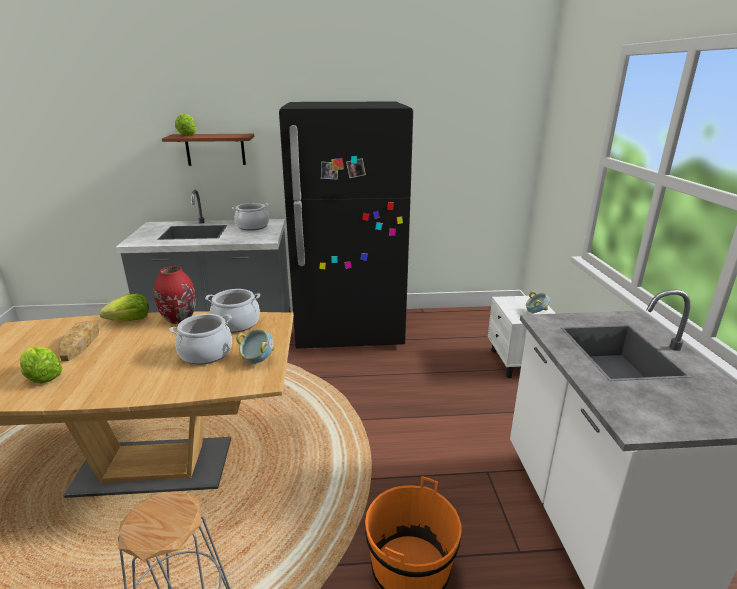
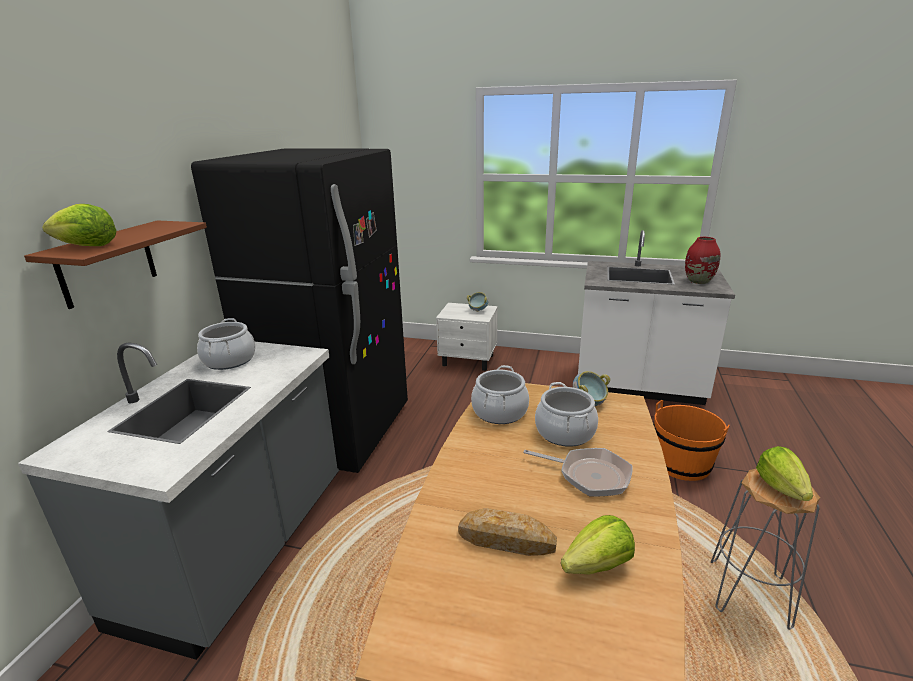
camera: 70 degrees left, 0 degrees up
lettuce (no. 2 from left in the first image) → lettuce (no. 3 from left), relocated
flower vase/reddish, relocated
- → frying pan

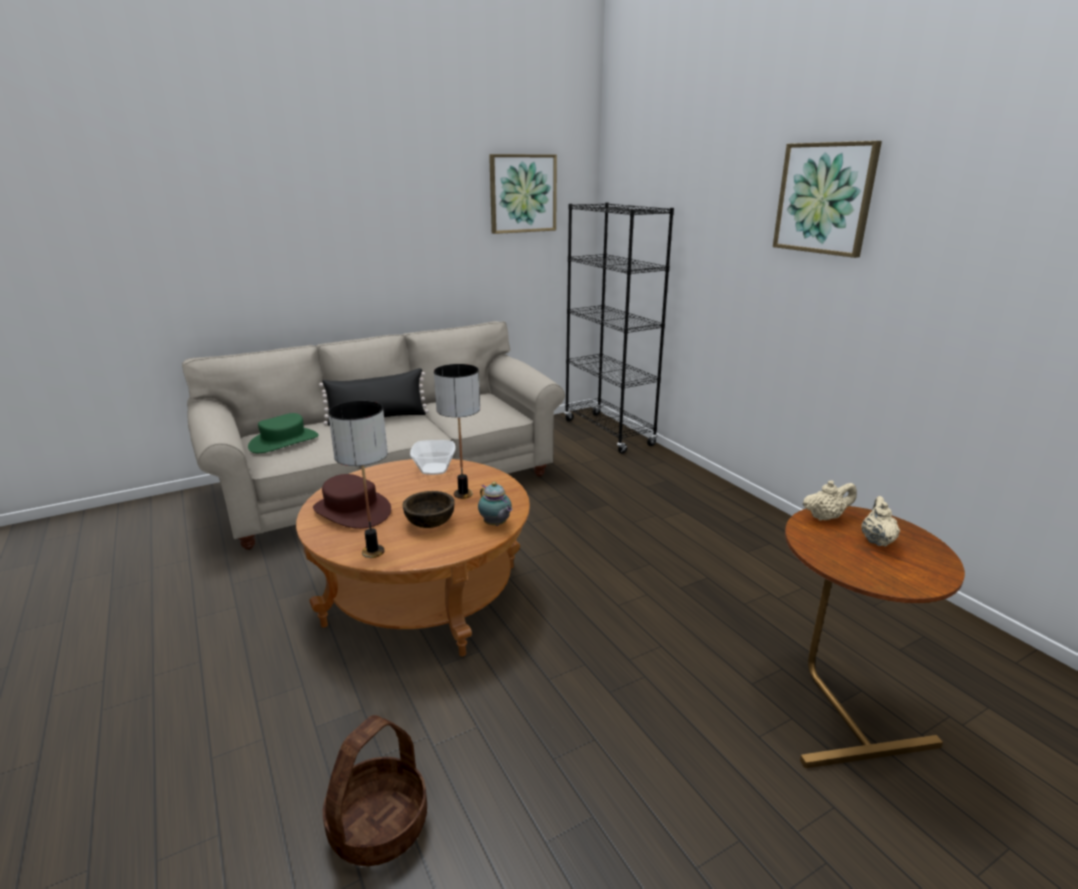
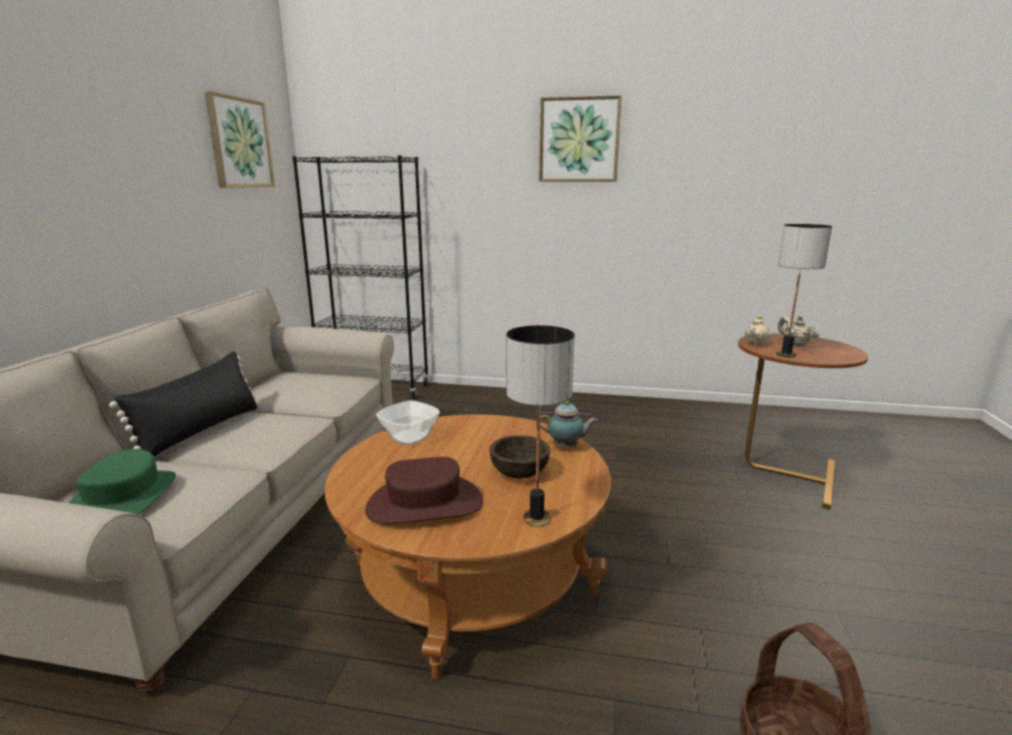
camera: 50 degrees left, 5 degrees down
table lamp (no. 2 from left), relocated

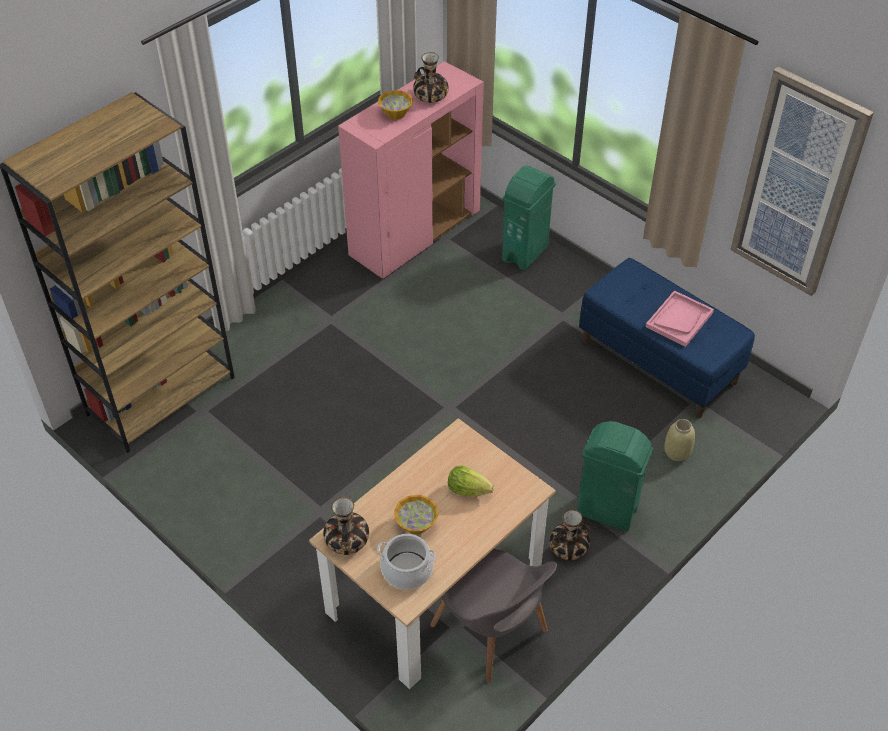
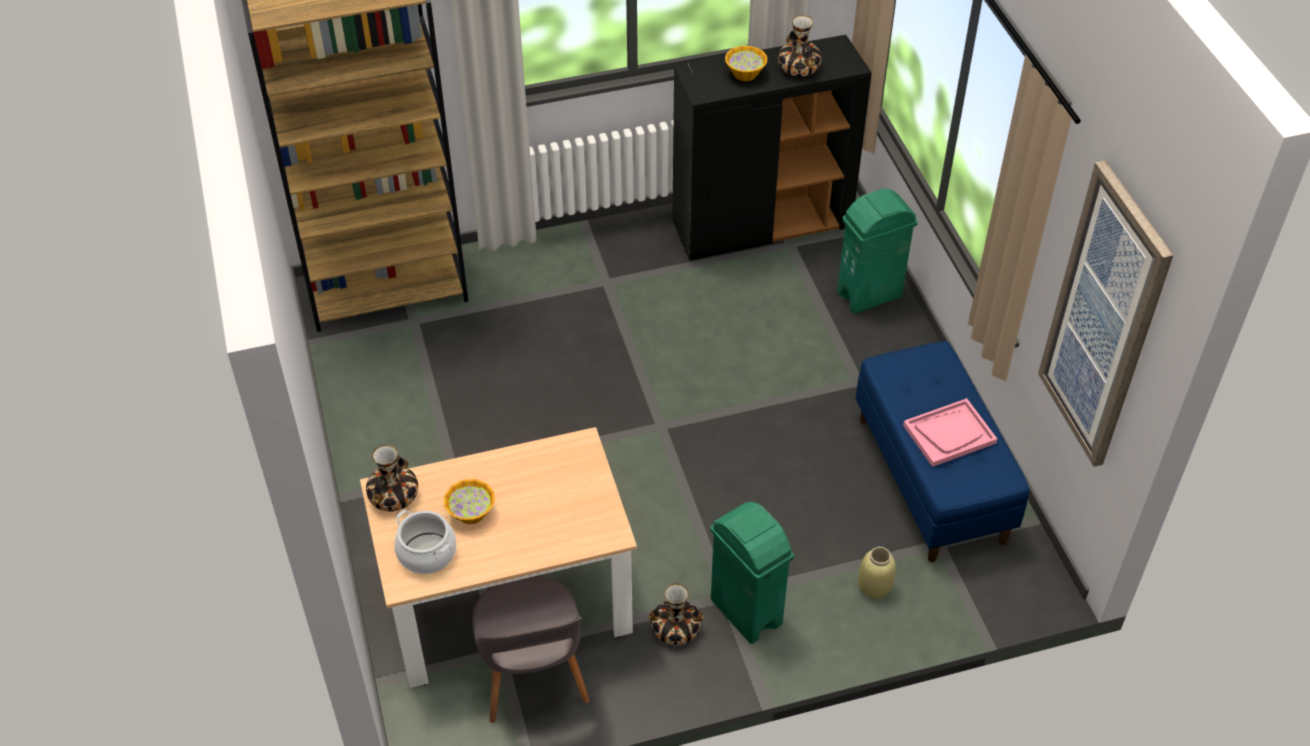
camera: 30 degrees right, 0 degrees up
cupboard/pink → cupboard/black
lettuce → -

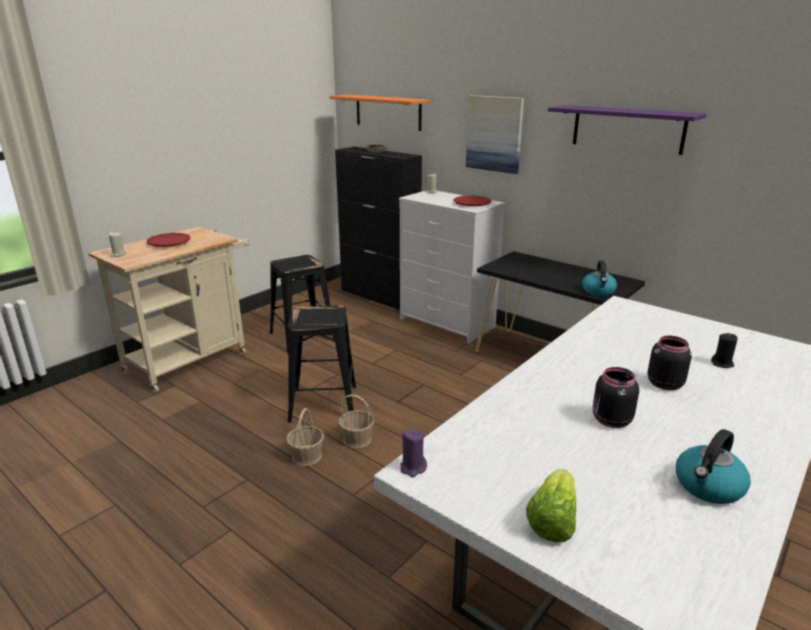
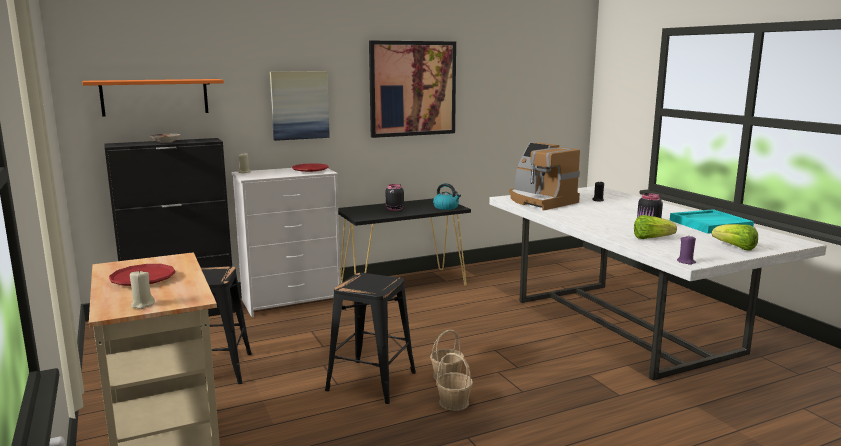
camera: 65 degrees left, 10 degrees down
shelf/purplish → wall art (no. 2 from left)
storage jar/black (no. 2 from left in the first image) → storage jar/black (no. 1 from left), relocated
kettle (no. 2 from left) → tray/turquoise
- → coffee maker
- → lettuce (no. 1 from left)

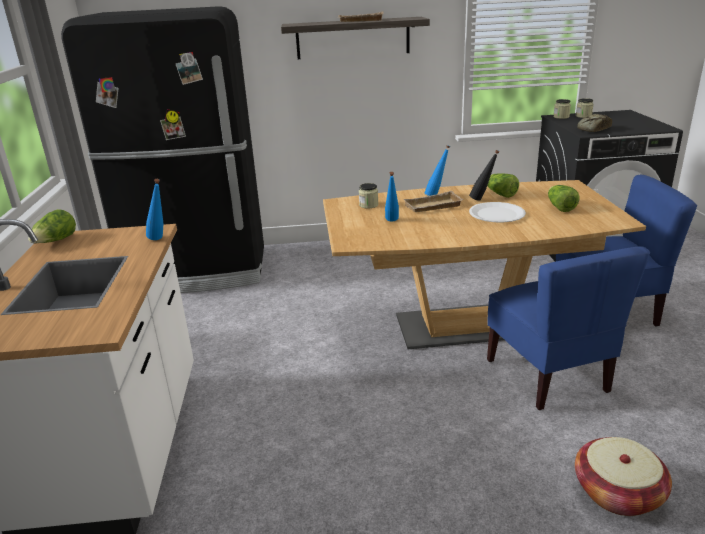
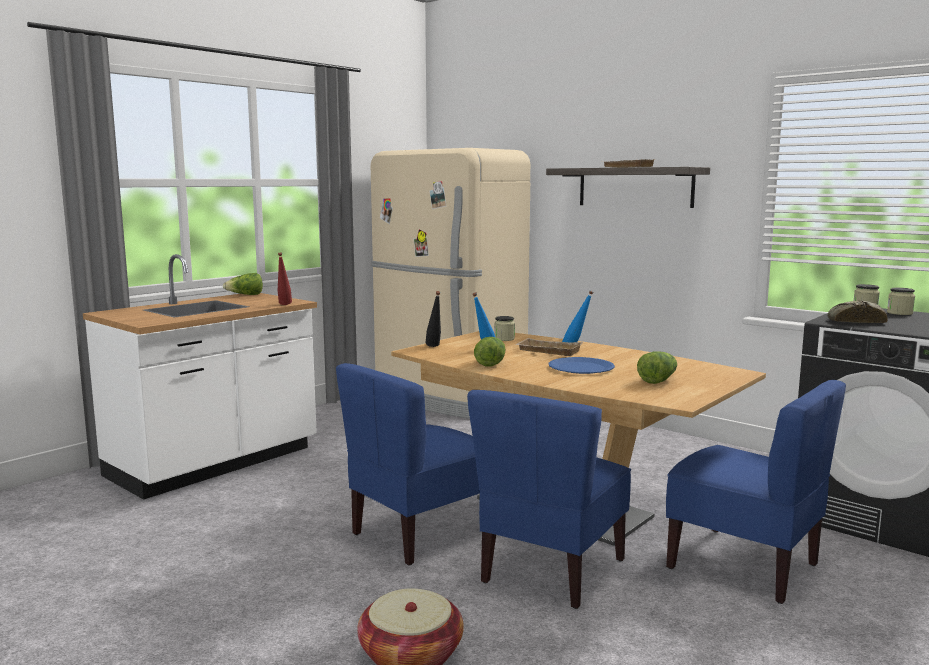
camera: 45 degrees right, 15 degrees down
refrigerator/black → refrigerator/beige
bottle/blue-coloured (no. 1 from left) → bottle/reddish
bottle/black, relocated
plate/white → plate/blue-coloured
lettuce (no. 2 from left), relocated
- → plain chair/blue-coloured (no. 1 from left)

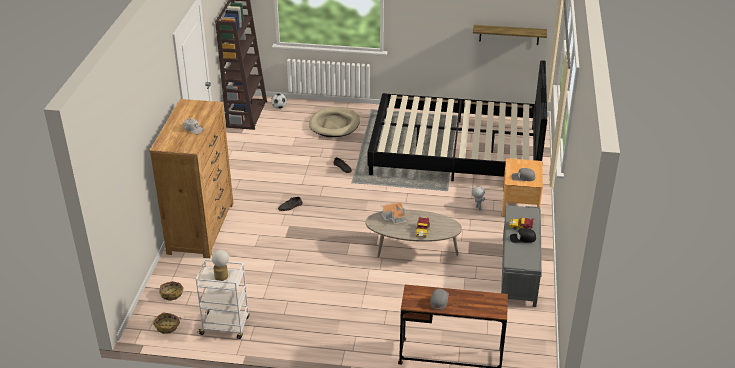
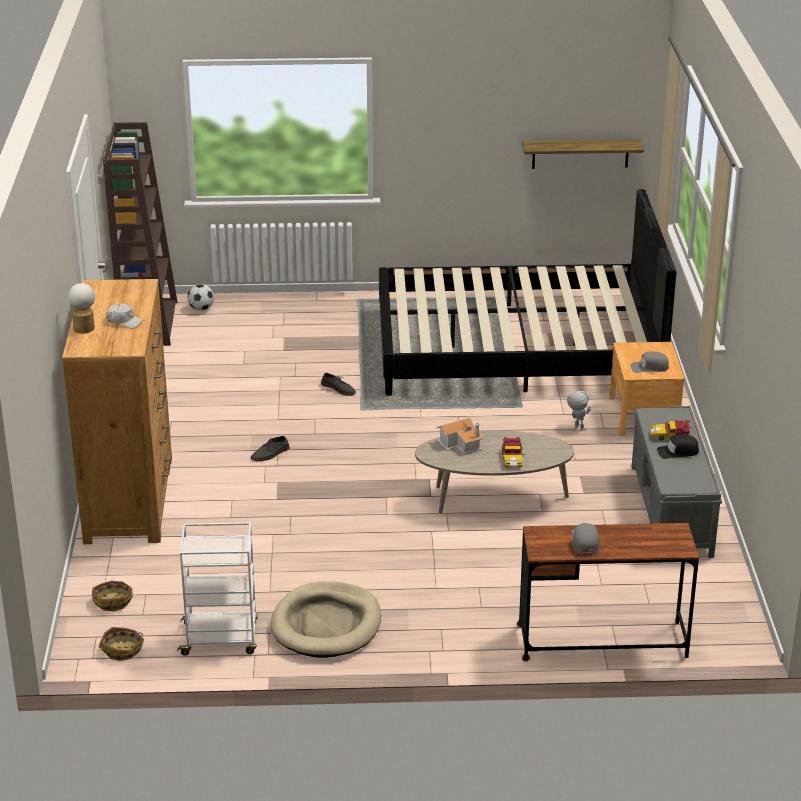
camera: 10 degrees left, 5 degrees down
table lamp, relocated
dog bed/beige, relocated

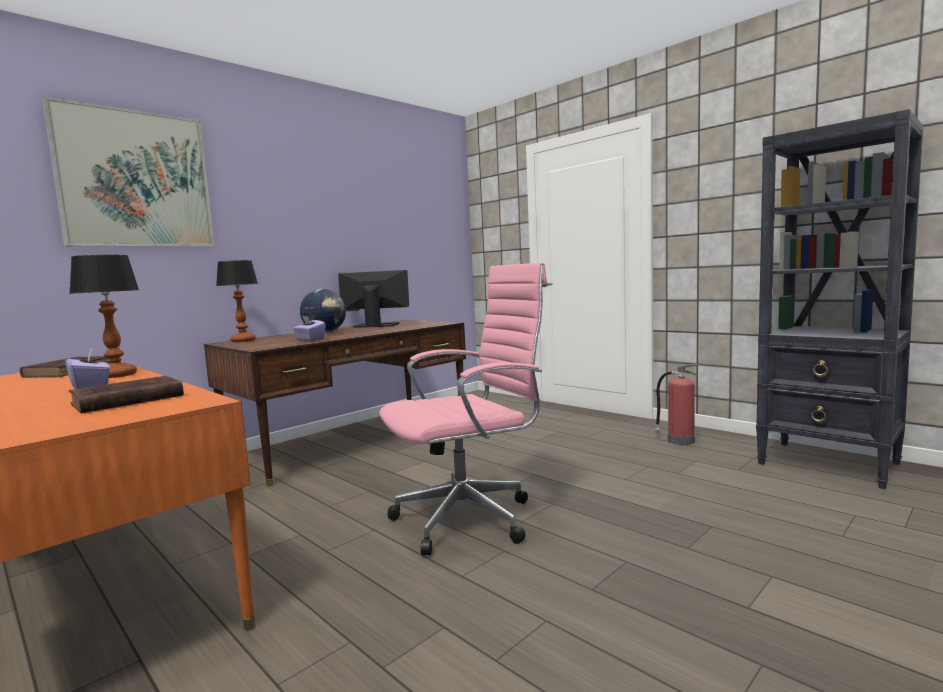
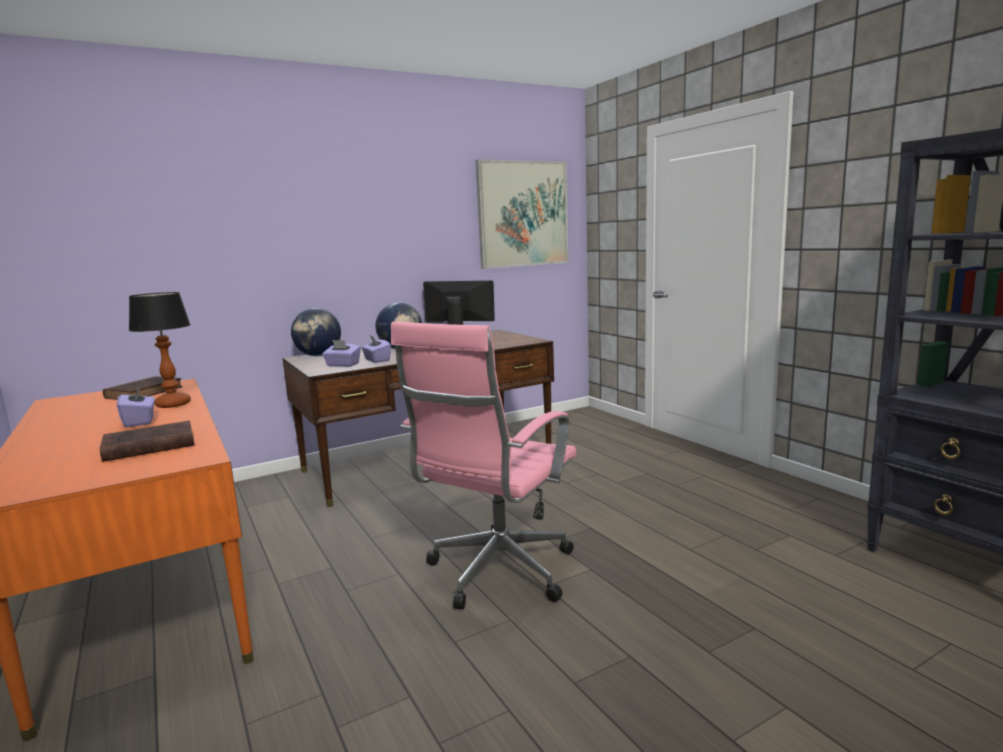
camera: 15 degrees right, 5 degrees up
wall art, relocated
table lamp (no. 2 from left) → desk globe (no. 1 from left)
desk chair/pink, 135 degrees clockwise
fire-fighting cylinder → -
- → box of tissues/purplish (no. 2 from left)

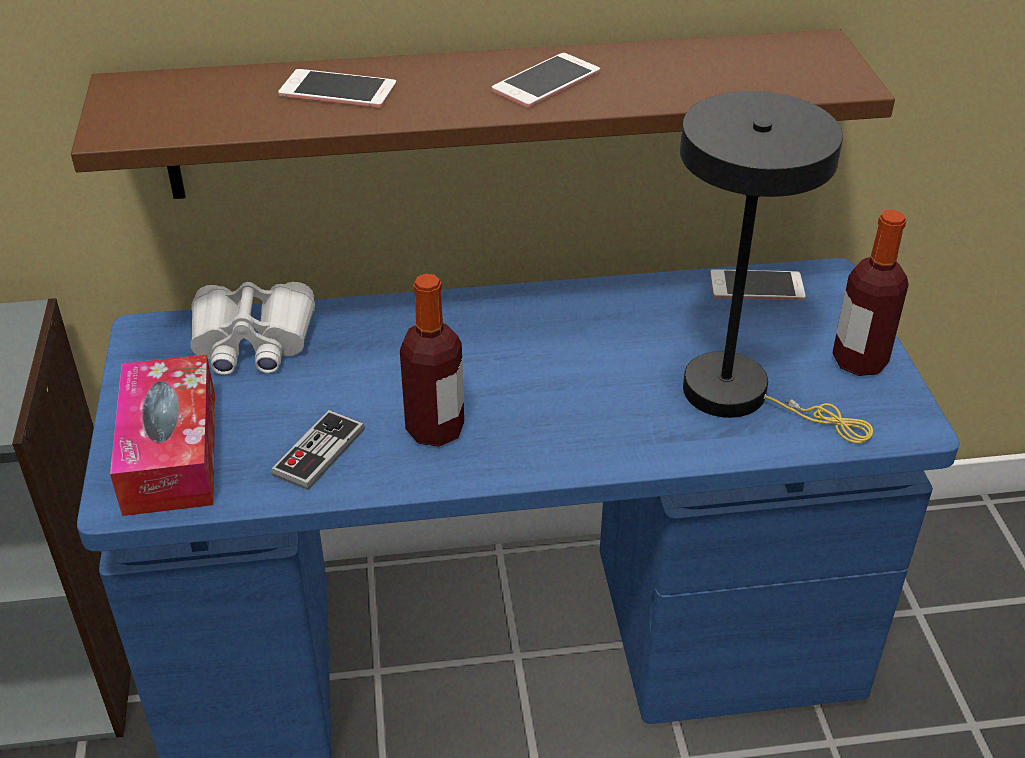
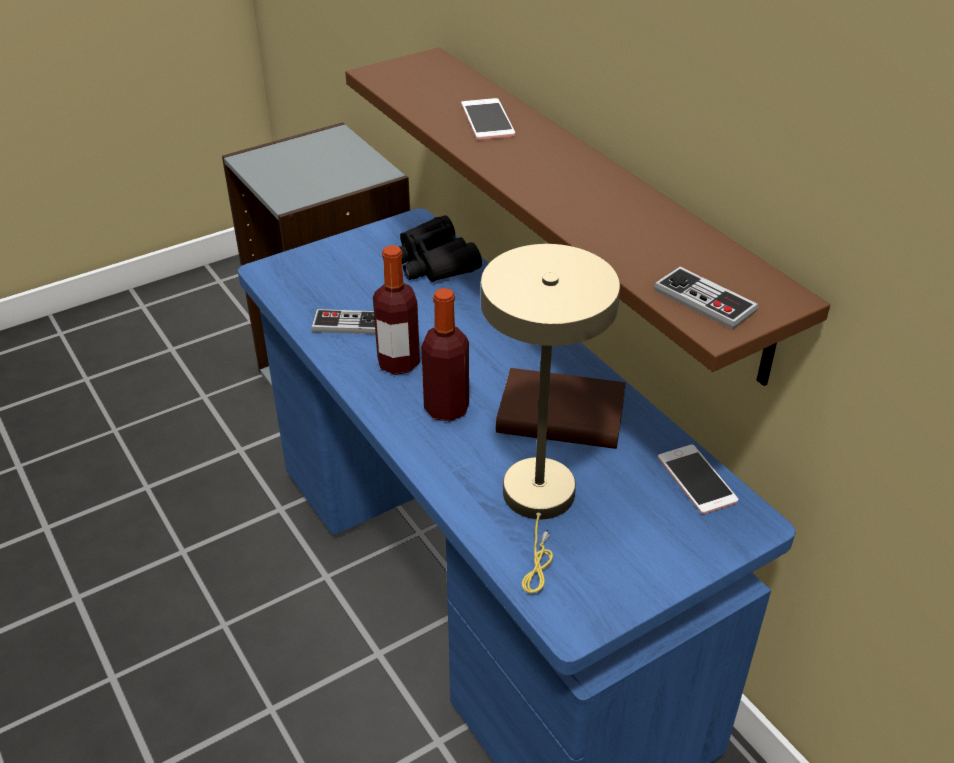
camera: 65 degrees right, 0 degrees up
box of tissues → -
binoculars/white → binoculars/black
handset (no. 2 from left) → -
table lamp/black → table lamp/beige
bottle (no. 2 from left), relocated
- → book/brown-coloured
- → joypad (no. 2 from left)

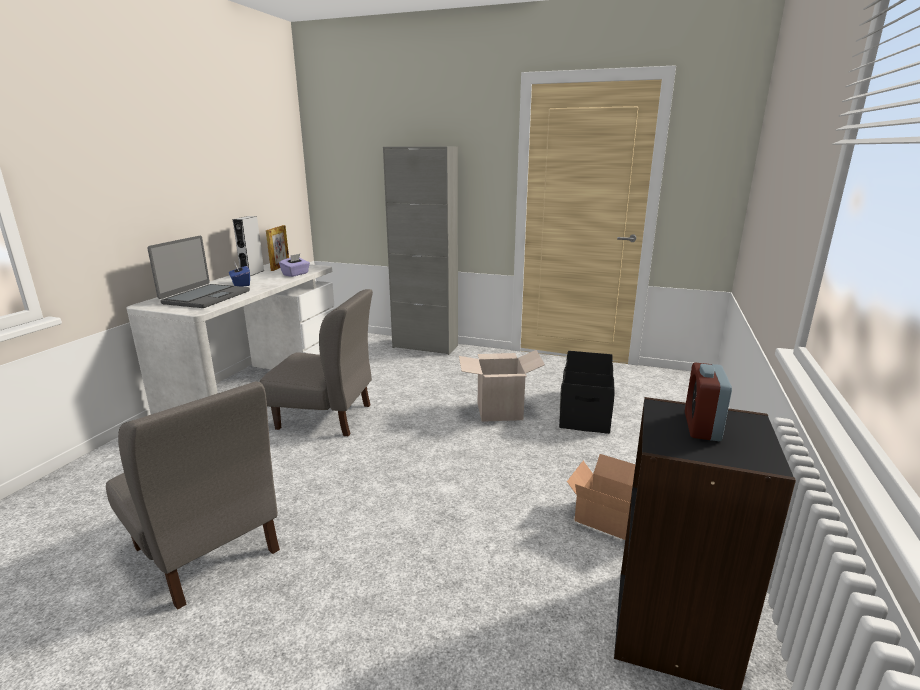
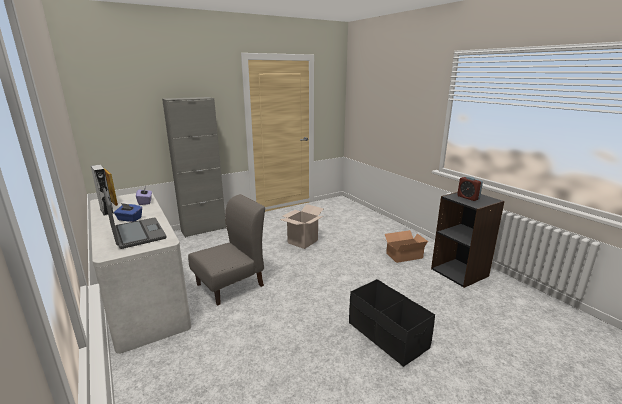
camera: 50 degrees left, 0 degrees up
plain chair/greyish (no. 1 from left) → -
storage box/black, relocated

